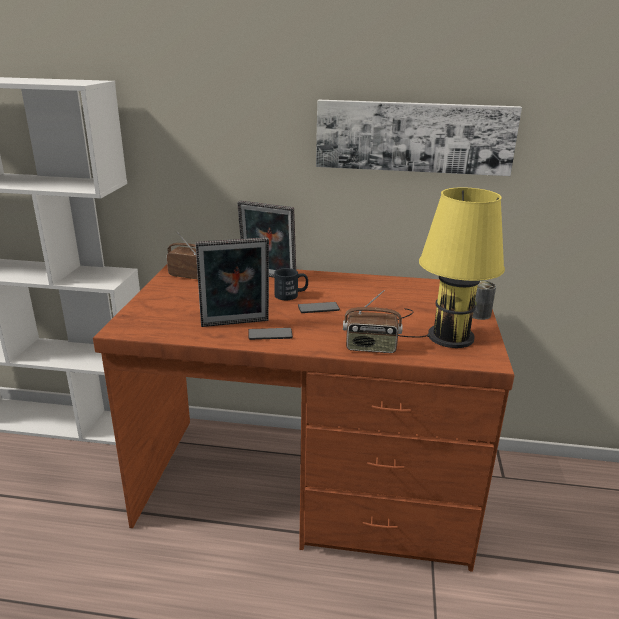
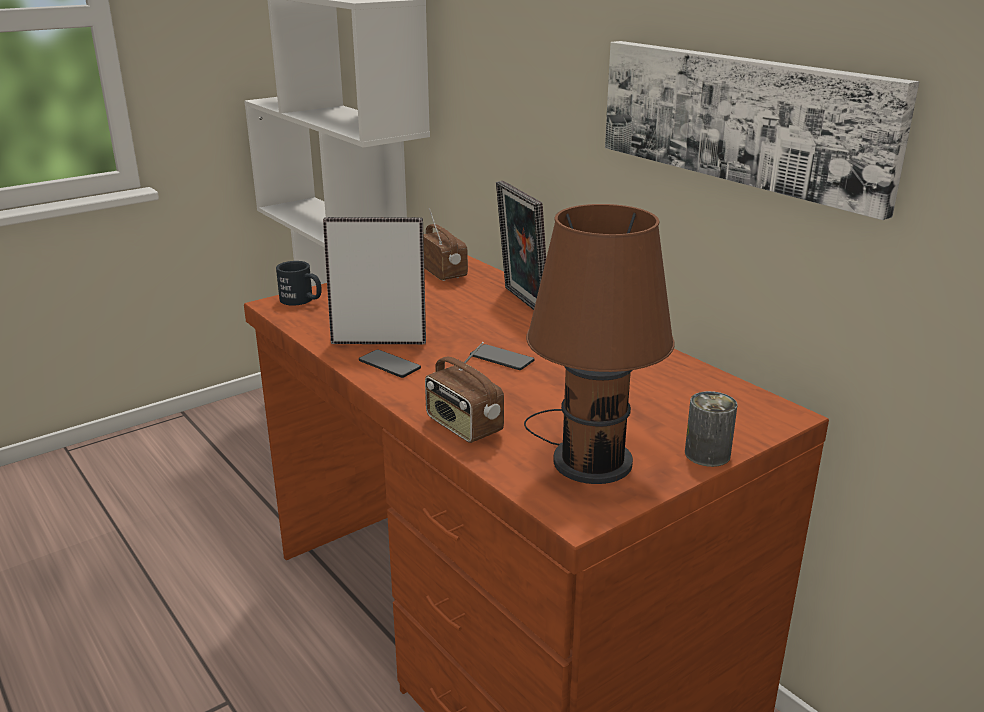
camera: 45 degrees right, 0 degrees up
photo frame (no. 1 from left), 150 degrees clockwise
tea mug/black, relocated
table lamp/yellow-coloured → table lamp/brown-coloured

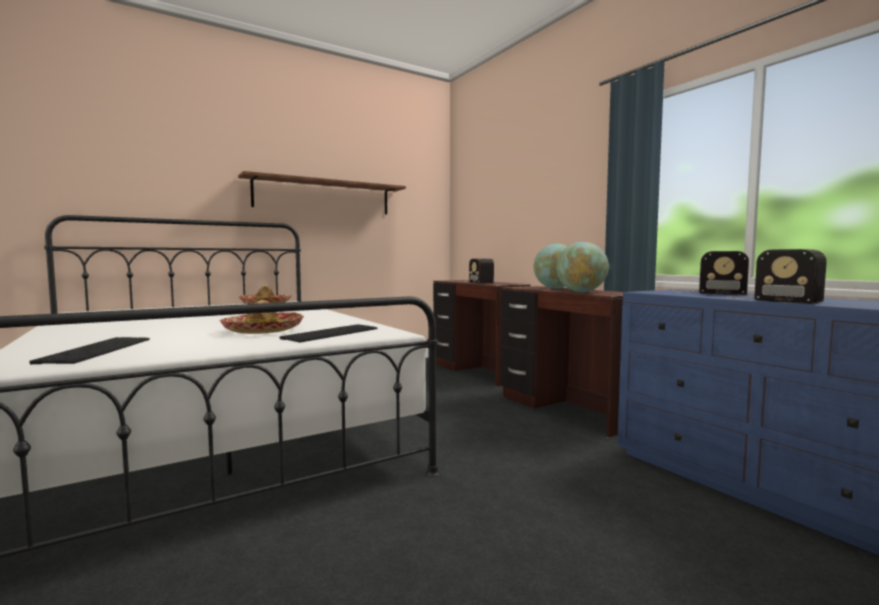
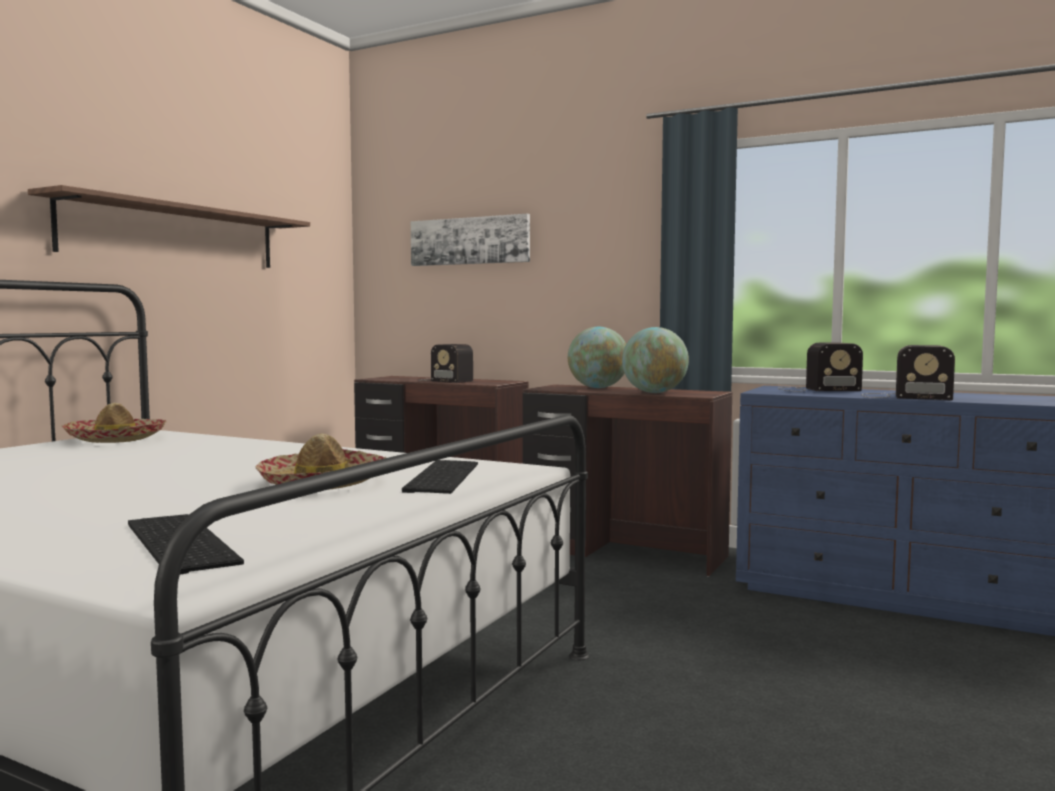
camera: 30 degrees left, 0 degrees up
- → wall art

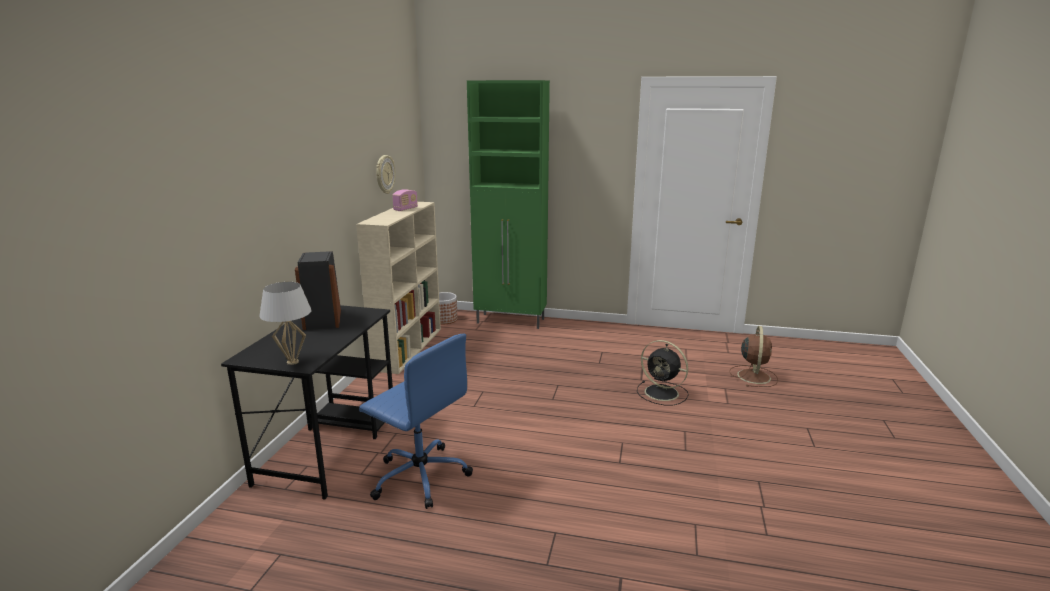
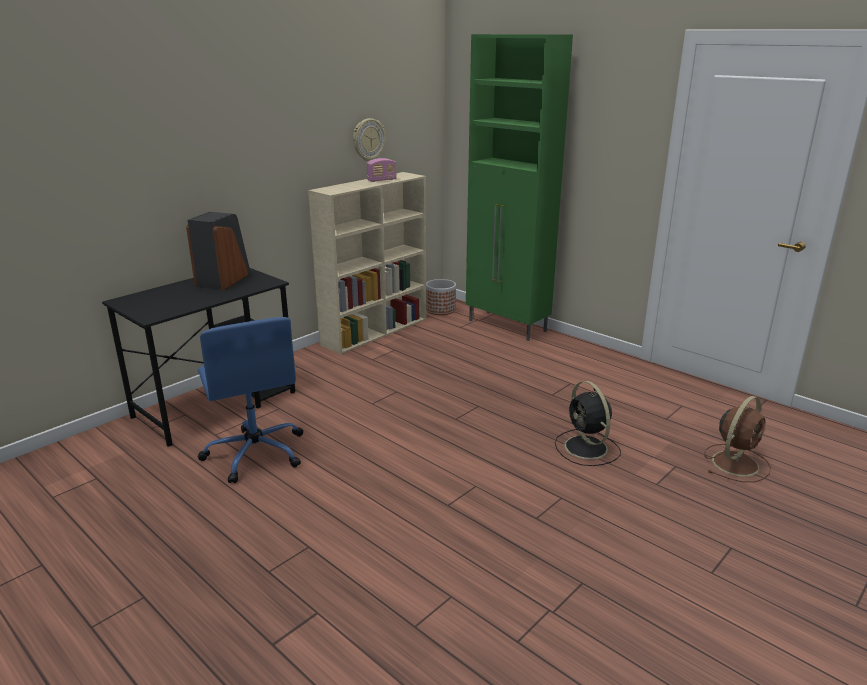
camera: 30 degrees right, 5 degrees up
table lamp/white → -

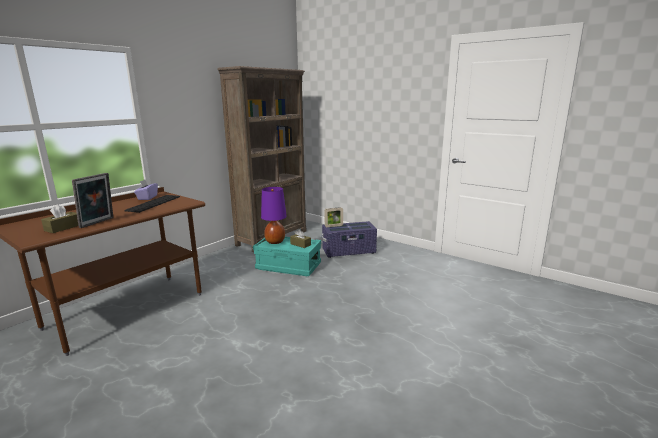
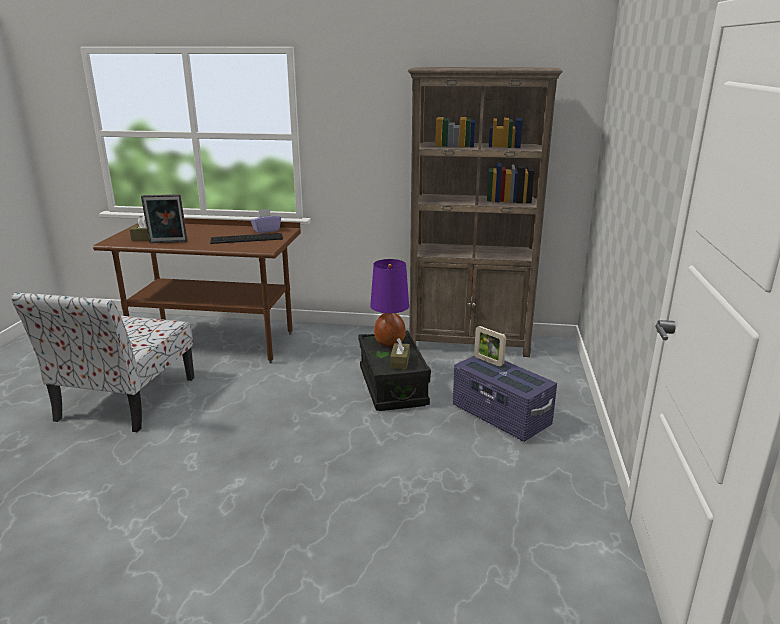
camera: 60 degrees right, 5 degrees up
storage box/turquoise → storage box/black
- → plain chair

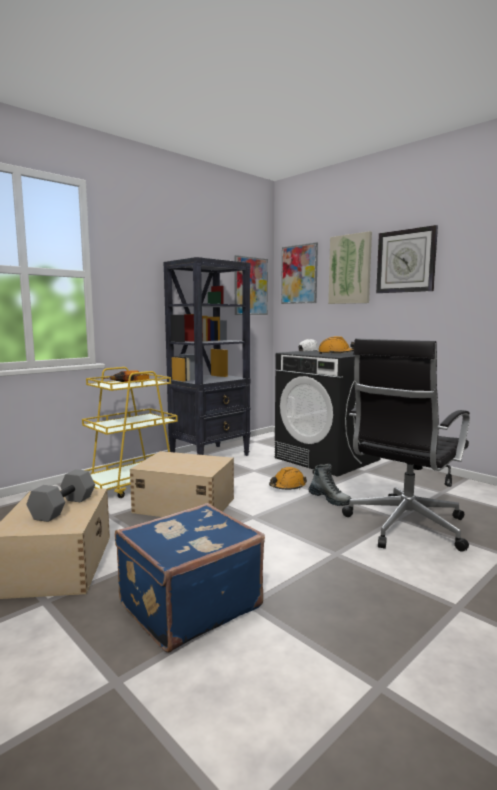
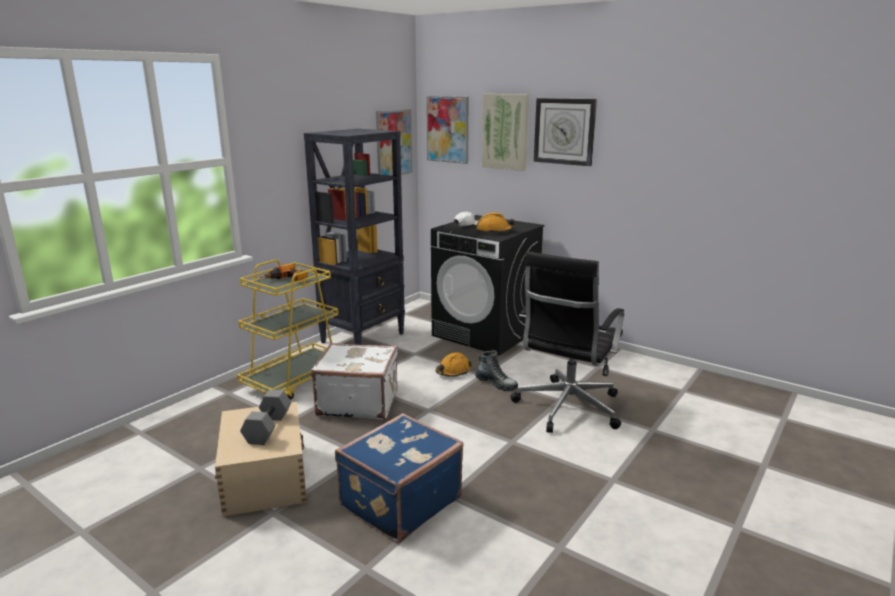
camera: 10 degrees left, 10 degrees up
storage box/beige (no. 2 from left) → travel case/white

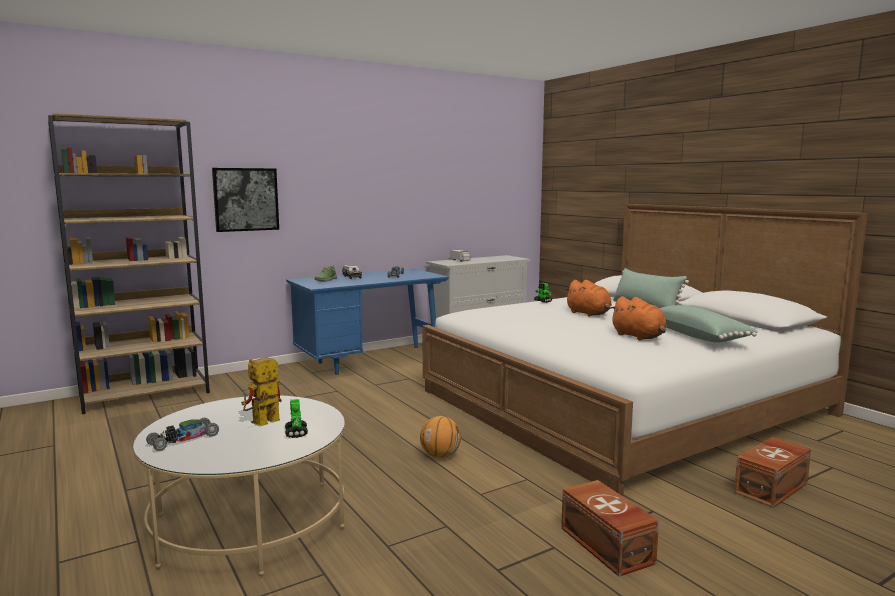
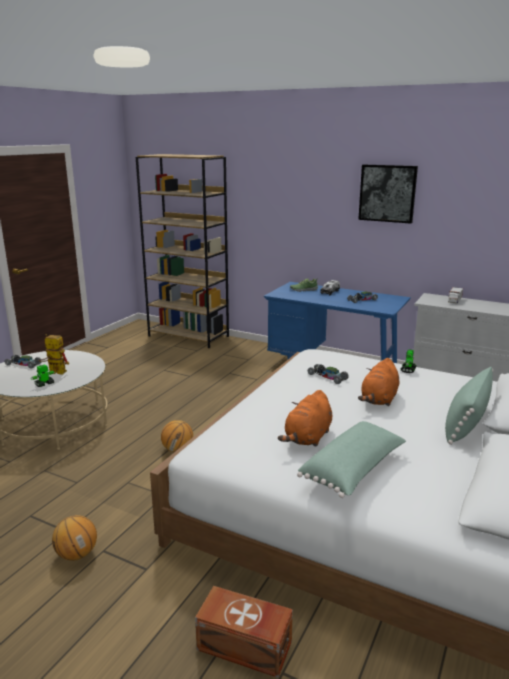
camera: 60 degrees right, 10 degrees up
wall art, relocated
storage box/brown-coloured (no. 1 from left) → ball for basketball (no. 1 from left)
- → model car (no. 2 from left)

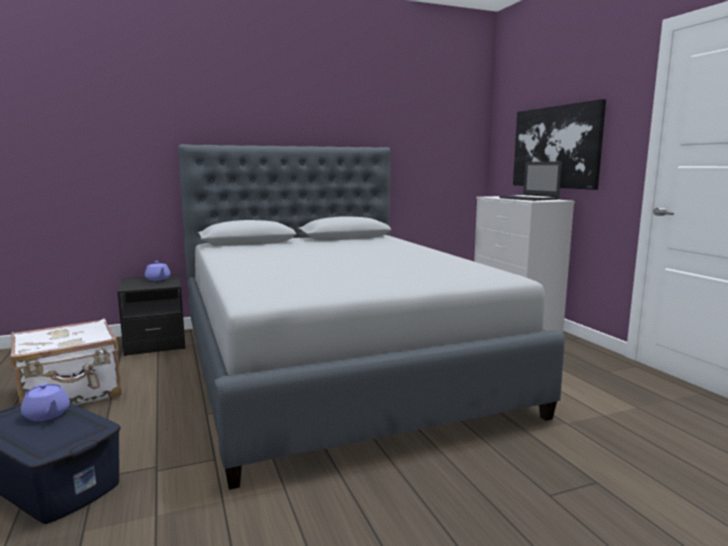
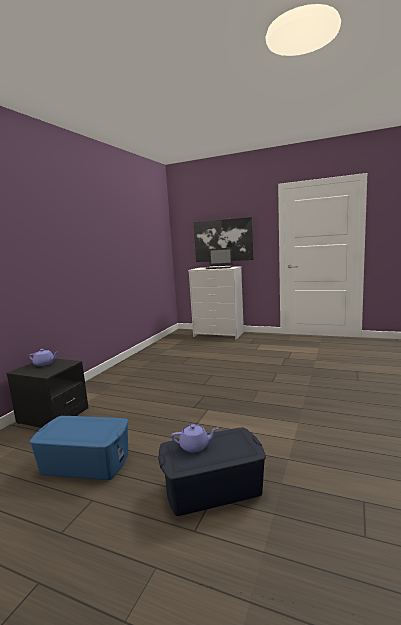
camera: 45 degrees left, 0 degrees up
travel case/white → storage box/blue-coloured (no. 1 from left)
bed/greyish → -

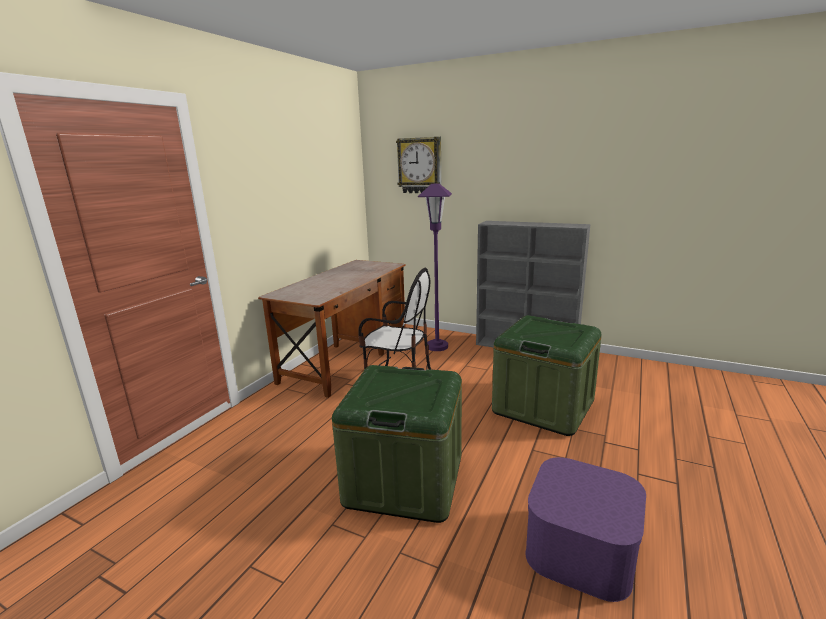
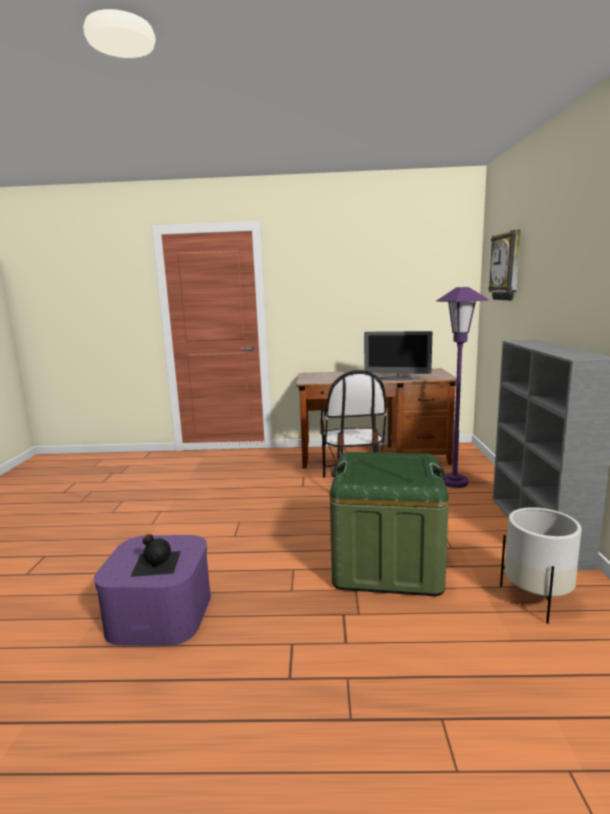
camera: 65 degrees right, 5 degrees down
storage box/green-coloured (no. 1 from left) → -
- → bottle/black
- → computer screen
- → planter/white

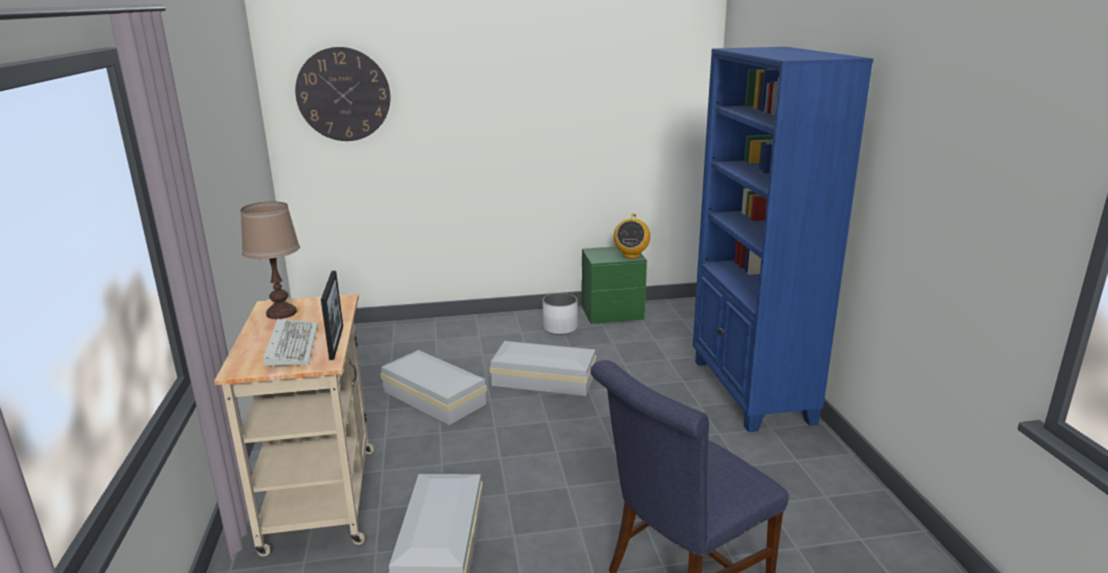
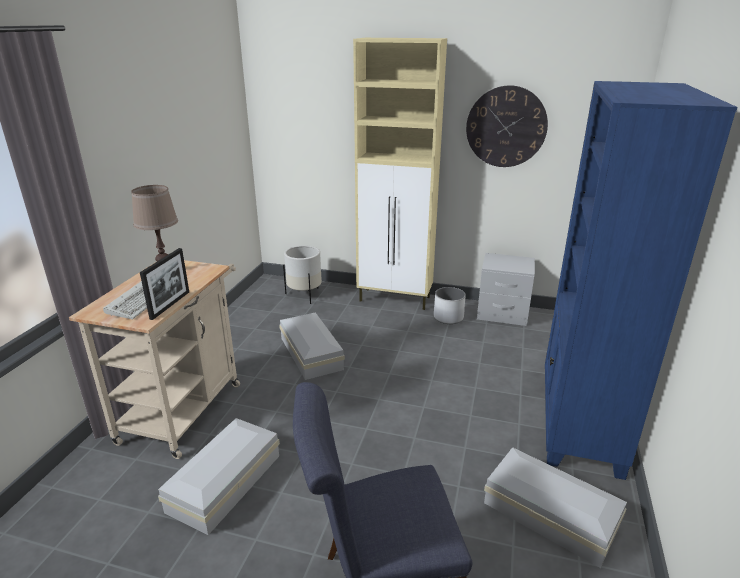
camera: 25 degrees right, 5 degrees up
hanging clock, relocated
storage box/white (no. 3 from left), relocated
bedside table/green-coloured → bedside table/greyish
radio set → -
- → planter/white (no. 1 from left)
- → cupboard/beige

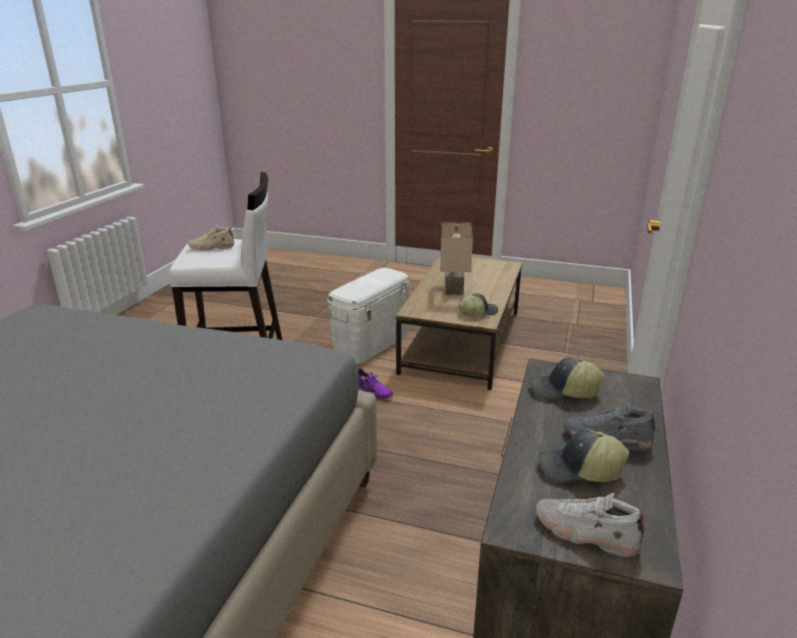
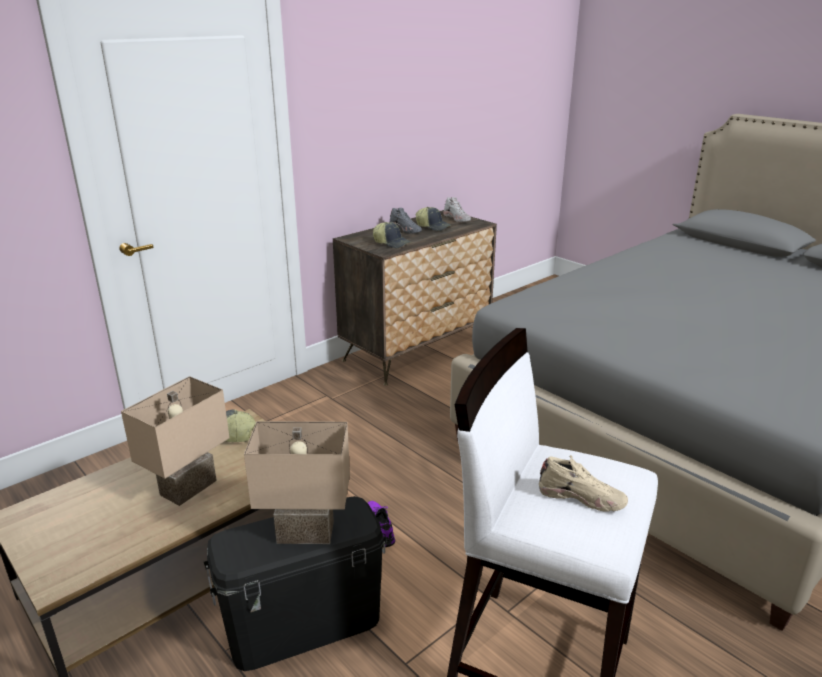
camera: 150 degrees left, 0 degrees up
storage box/white → storage box/black
- → table lamp/beige (no. 2 from left)

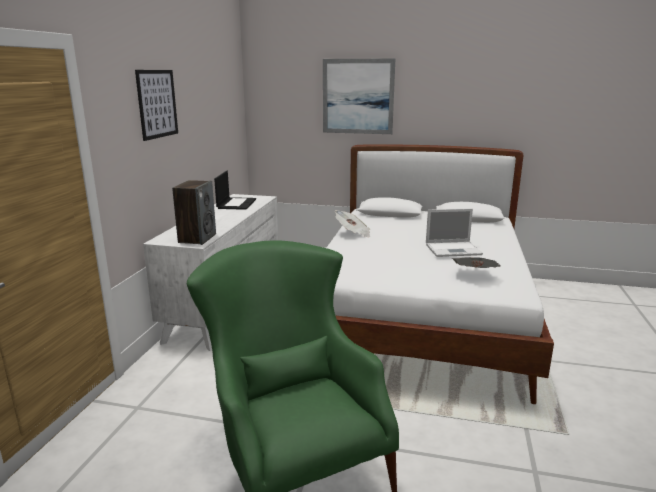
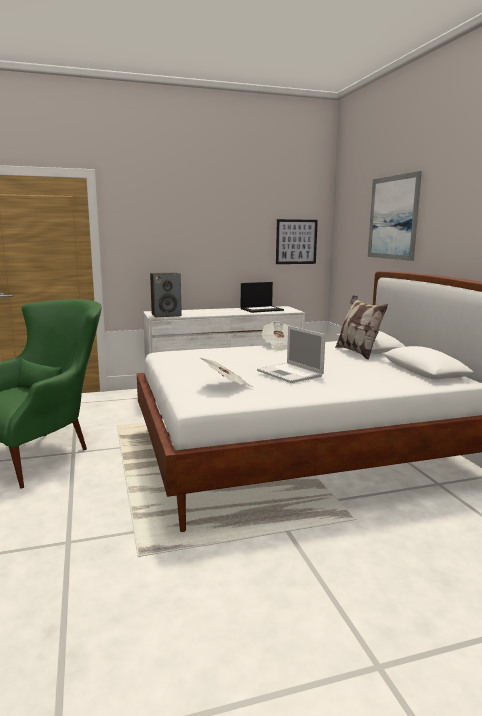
camera: 60 degrees right, 5 degrees down
wall art (no. 1 from left), relocated
- → cushion

